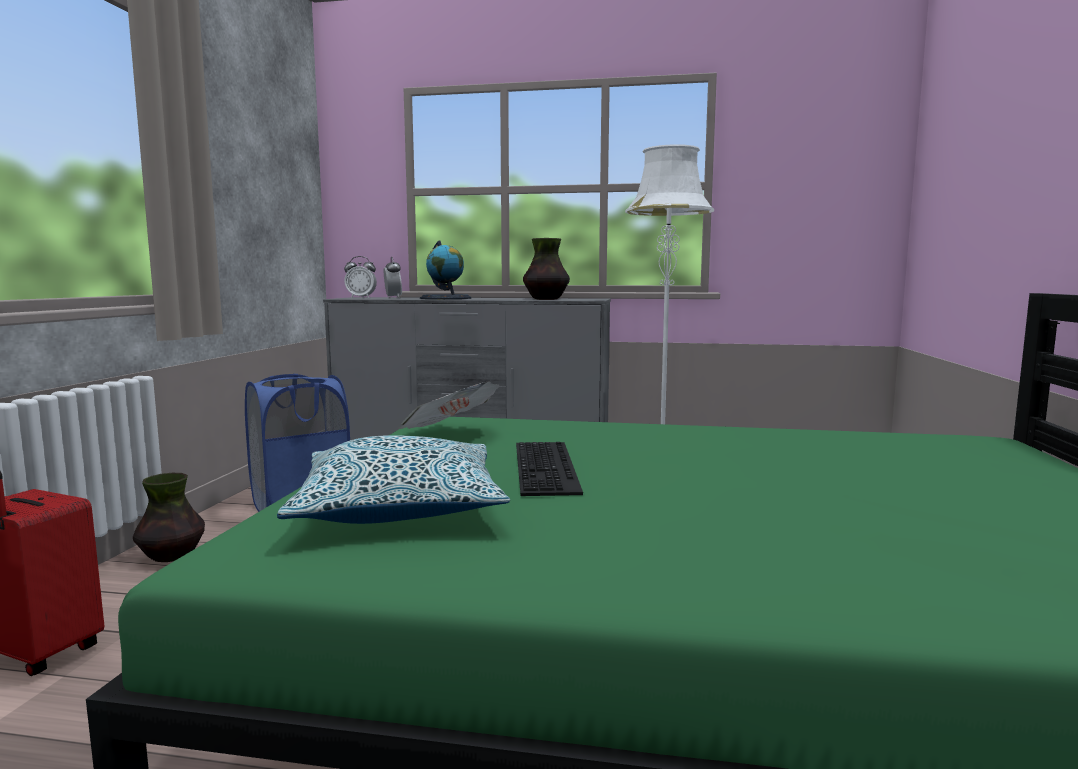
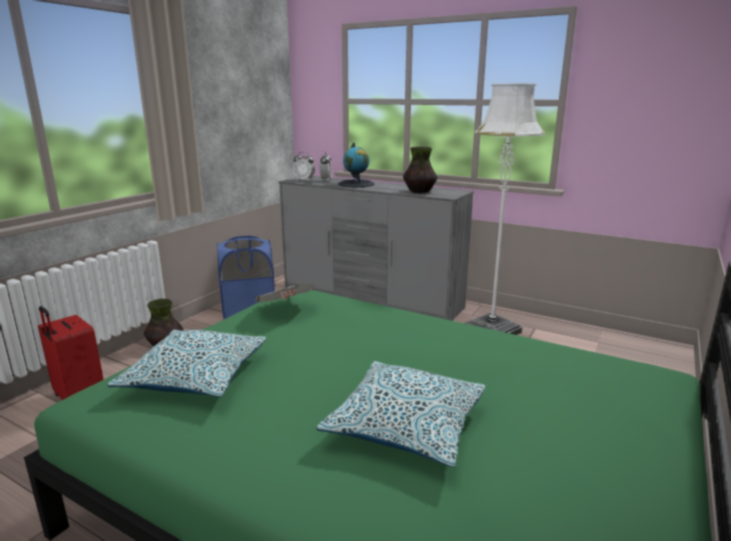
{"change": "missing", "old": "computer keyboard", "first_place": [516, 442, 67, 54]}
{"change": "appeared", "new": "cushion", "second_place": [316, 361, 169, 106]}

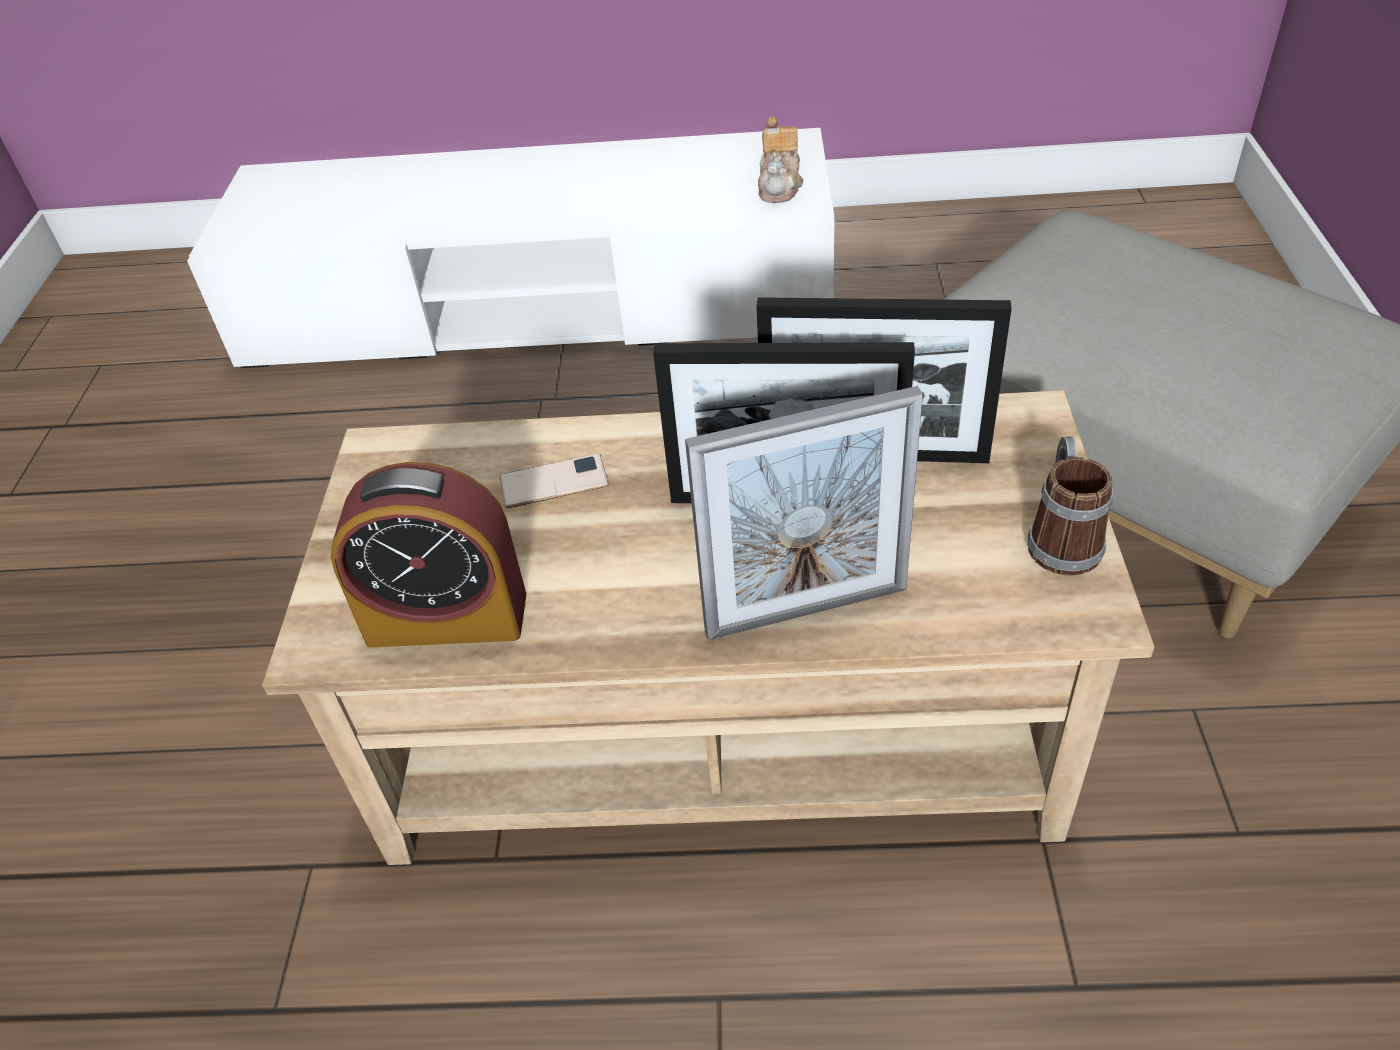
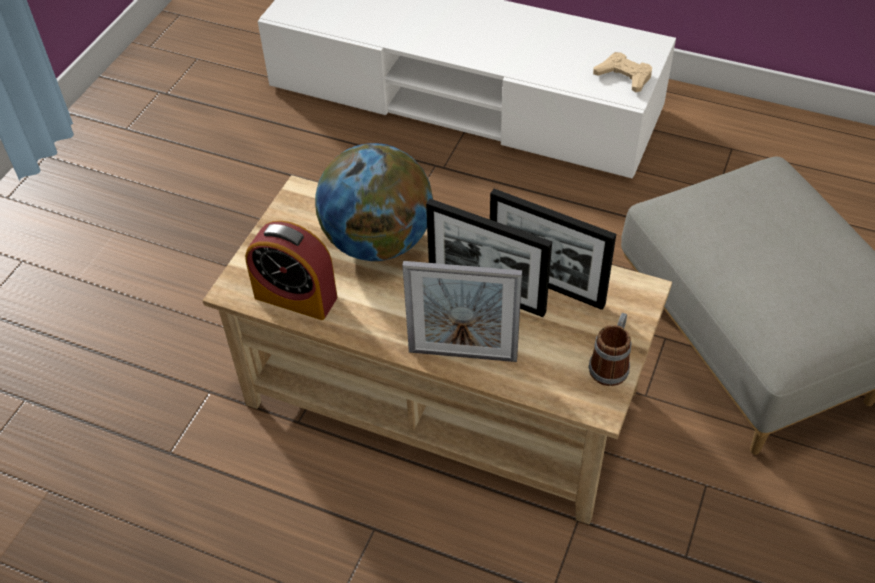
{"change": "exchanged", "old": "telephone", "new": "desk globe", "first_place": [499, 454, 110, 54], "second_place": [315, 143, 118, 118]}
{"change": "exchanged", "old": "tea pot", "new": "gamepad in sand-coloured", "first_place": [758, 117, 45, 86], "second_place": [593, 52, 59, 40]}

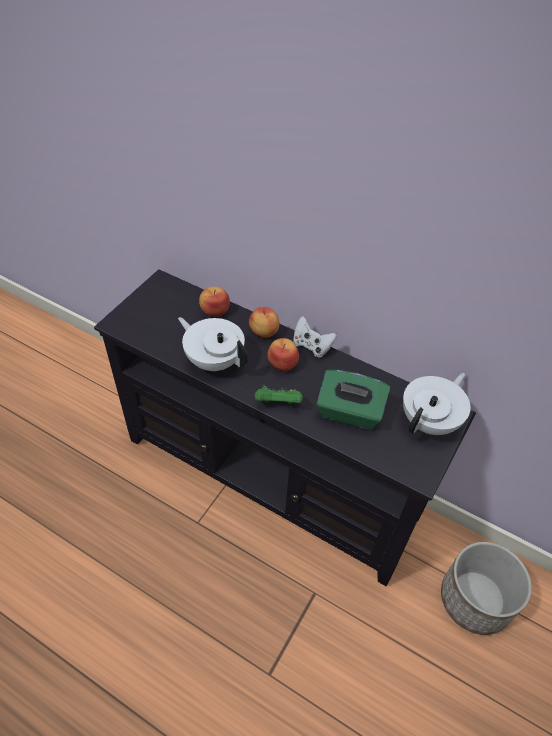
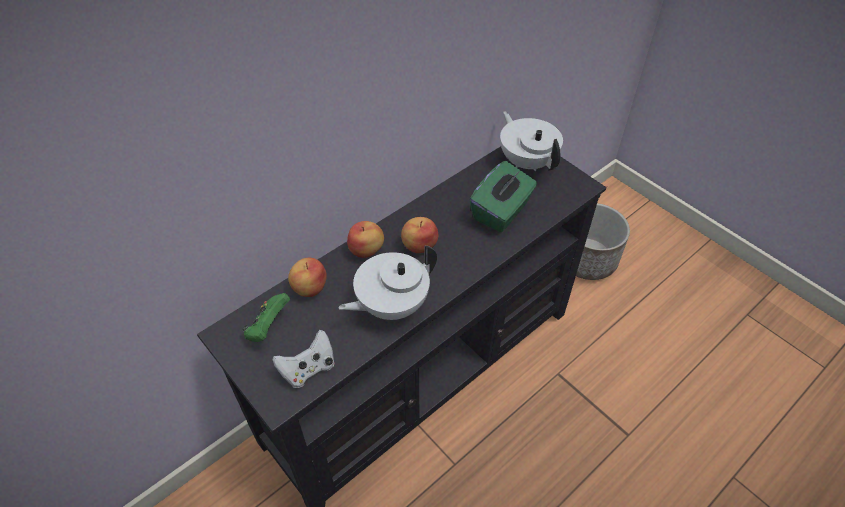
{"change": "relocated", "old": "gamepad in greenish", "first_place": [255, 385, 48, 19], "second_place": [242, 293, 48, 49]}
{"change": "relocated", "old": "gamepad in white", "first_place": [293, 316, 44, 41], "second_place": [273, 330, 62, 58]}

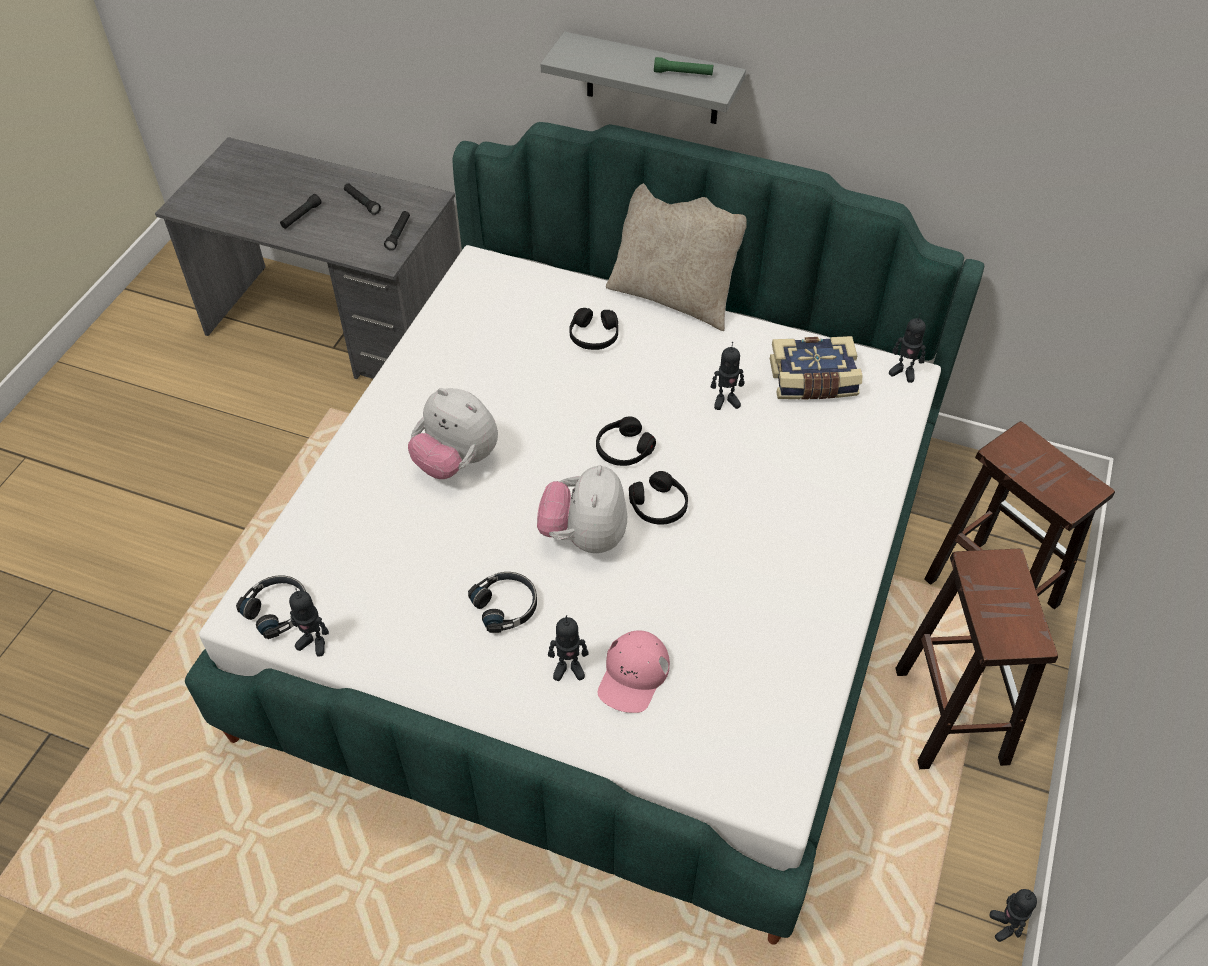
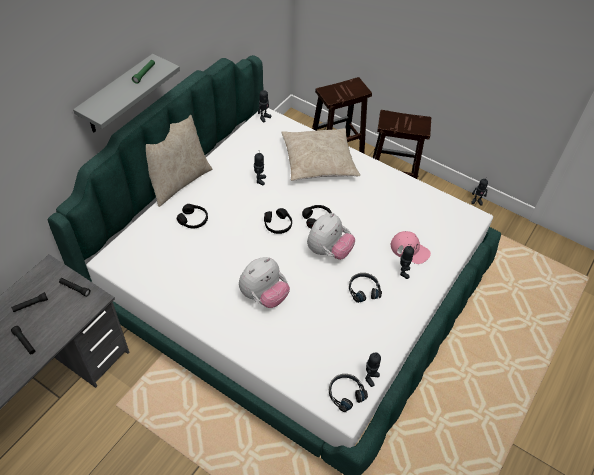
{"change": "missing", "old": "book", "first_place": [770, 336, 93, 63]}
{"change": "appeared", "new": "cushion in sand-coloured", "second_place": [281, 128, 79, 53]}
{"change": "spun", "old": "soft toy", "first_place": [537, 465, 90, 88], "second_place": [307, 213, 48, 47], "degrees": -75}

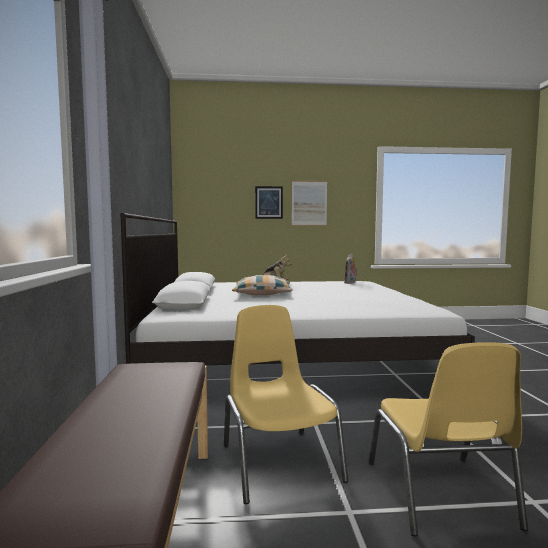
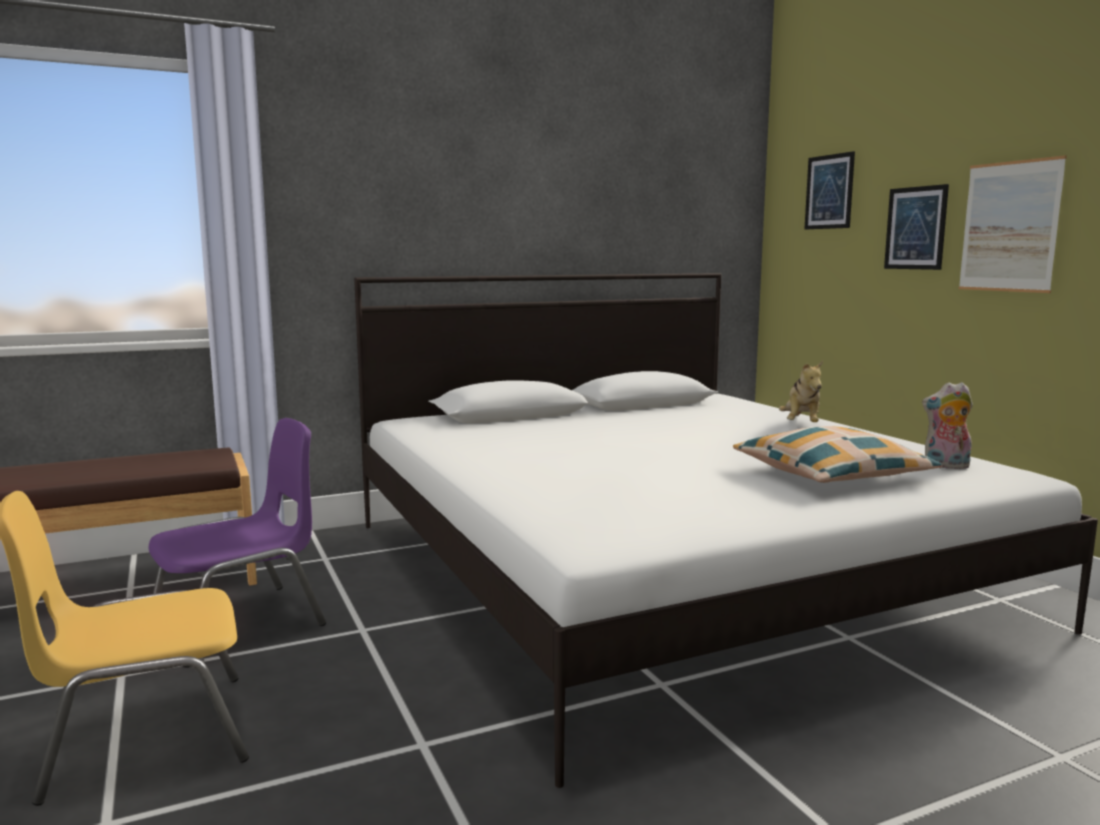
{"change": "appeared", "new": "picture", "second_place": [804, 151, 51, 79]}
{"change": "relocated", "old": "cushion", "first_place": [232, 275, 61, 20], "second_place": [733, 426, 209, 57]}
{"change": "colour", "old": "upright chair in yellow-coloured", "new": "upright chair in purple", "first_place": [224, 305, 124, 199], "second_place": [149, 418, 177, 250]}

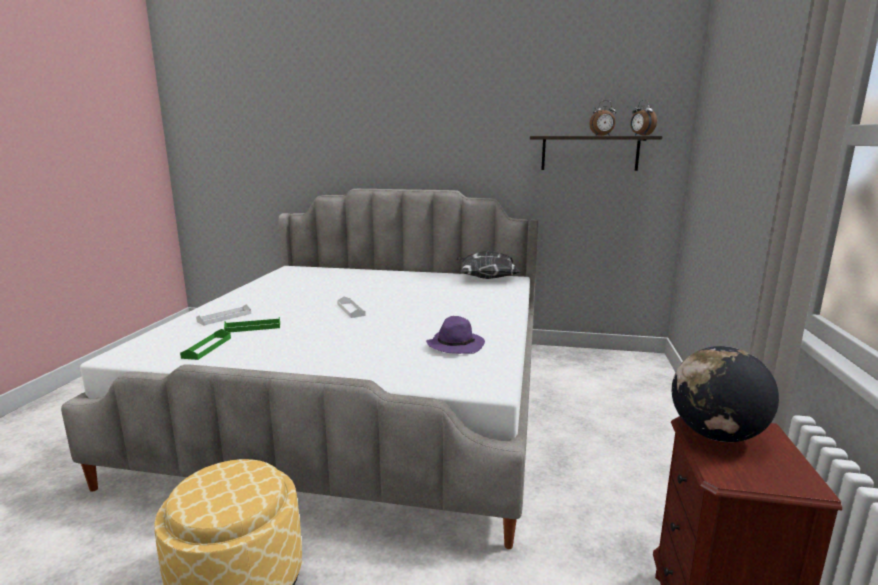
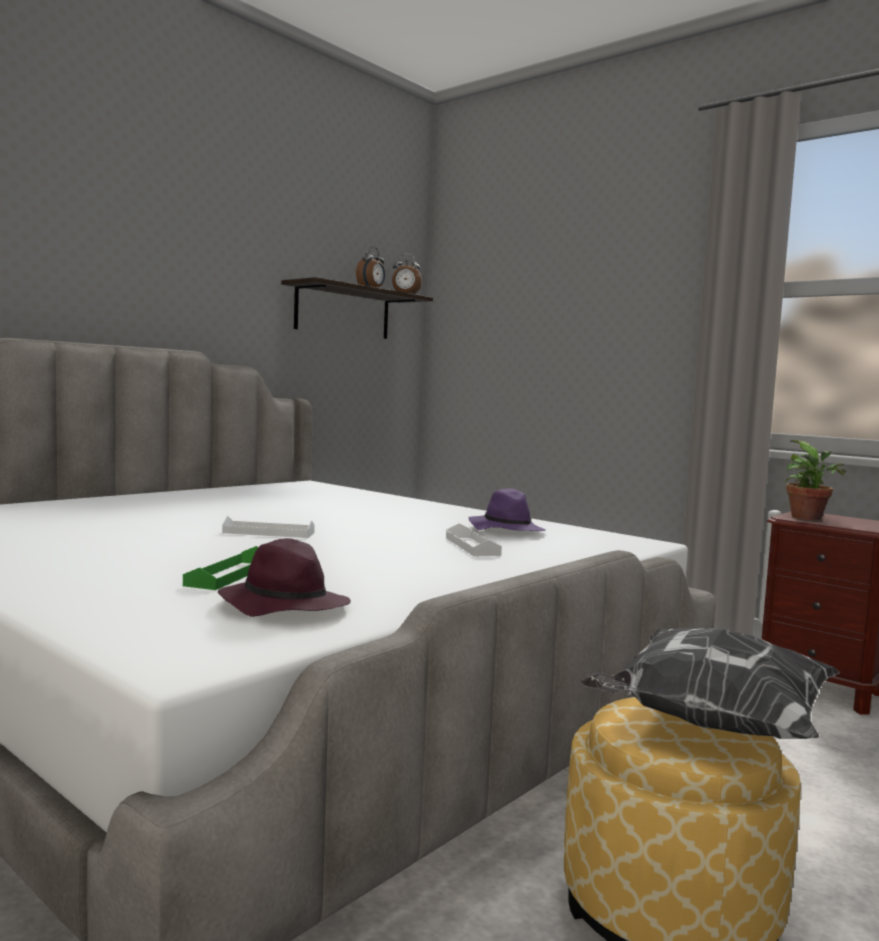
{"change": "relocated", "old": "tray in white", "first_place": [196, 304, 55, 21], "second_place": [446, 523, 56, 33]}
{"change": "relocated", "old": "cushion", "first_place": [456, 250, 65, 29], "second_place": [581, 627, 259, 112]}
{"change": "exchanged", "old": "tray in greenish", "new": "hat in purple", "first_place": [180, 329, 51, 31], "second_place": [218, 538, 133, 79]}
{"change": "exchanged", "old": "desk globe", "new": "potted plant", "first_place": [672, 346, 107, 96], "second_place": [783, 440, 63, 80]}

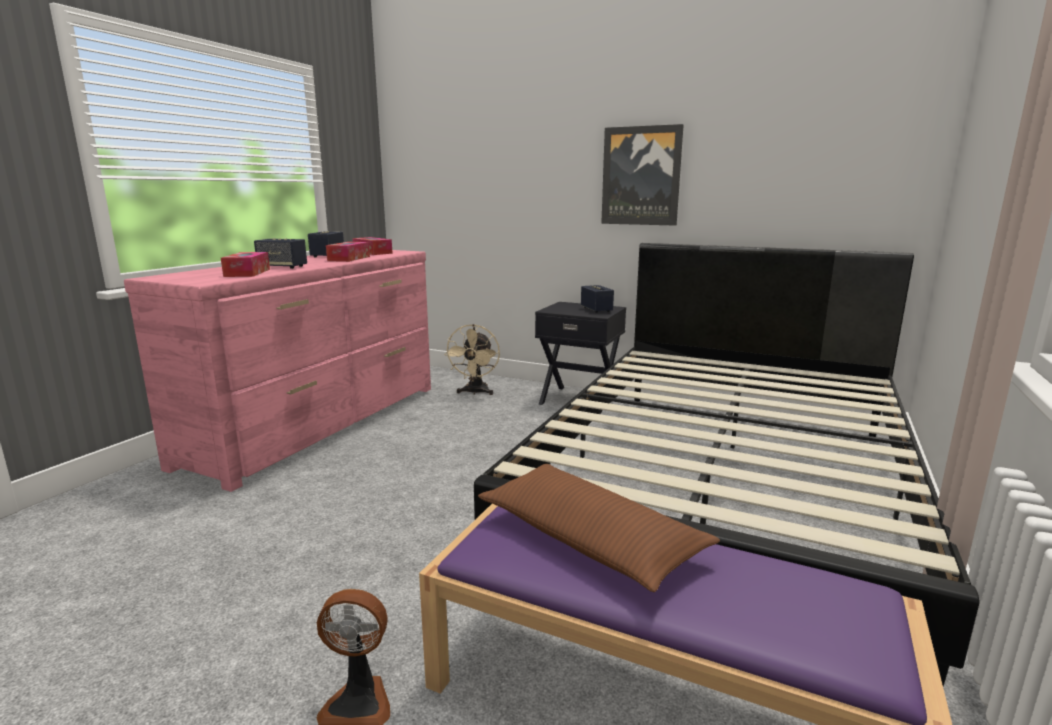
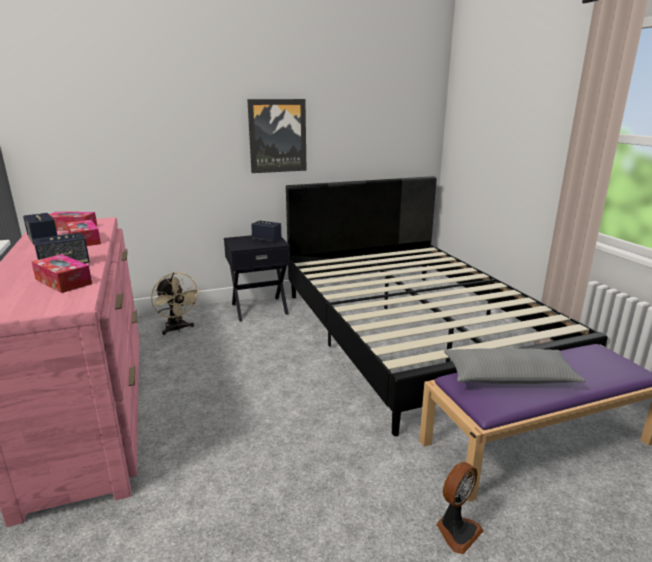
{"change": "colour", "old": "cushion in brownish", "new": "cushion in greyish", "first_place": [478, 464, 242, 128], "second_place": [444, 348, 142, 36]}

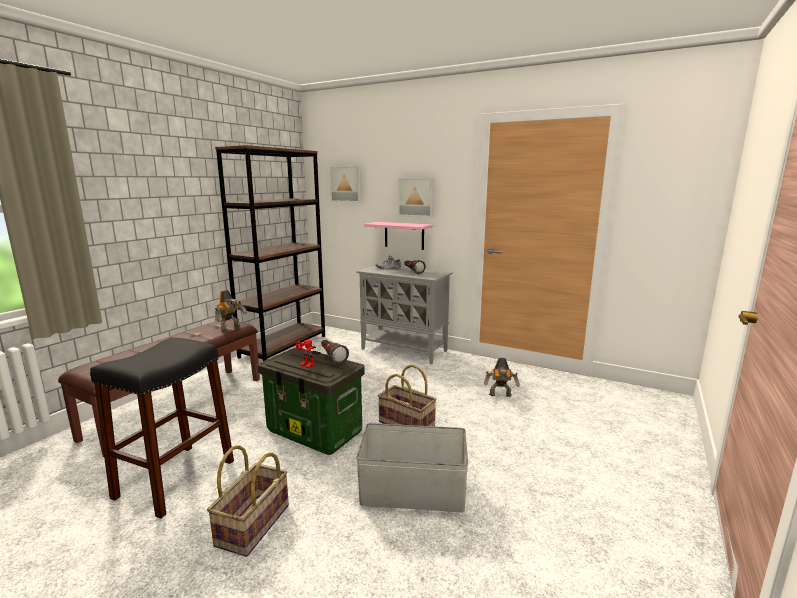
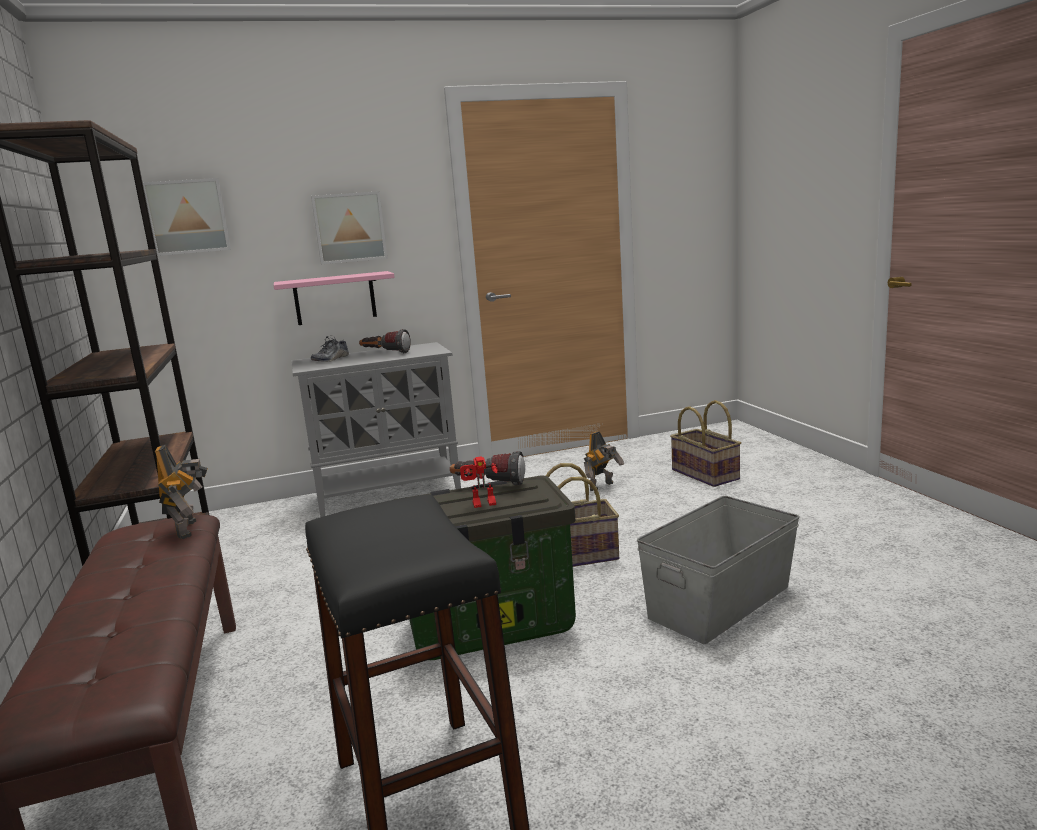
{"change": "relocated", "old": "storage basket", "first_place": [207, 445, 82, 112], "second_place": [670, 400, 71, 87]}

